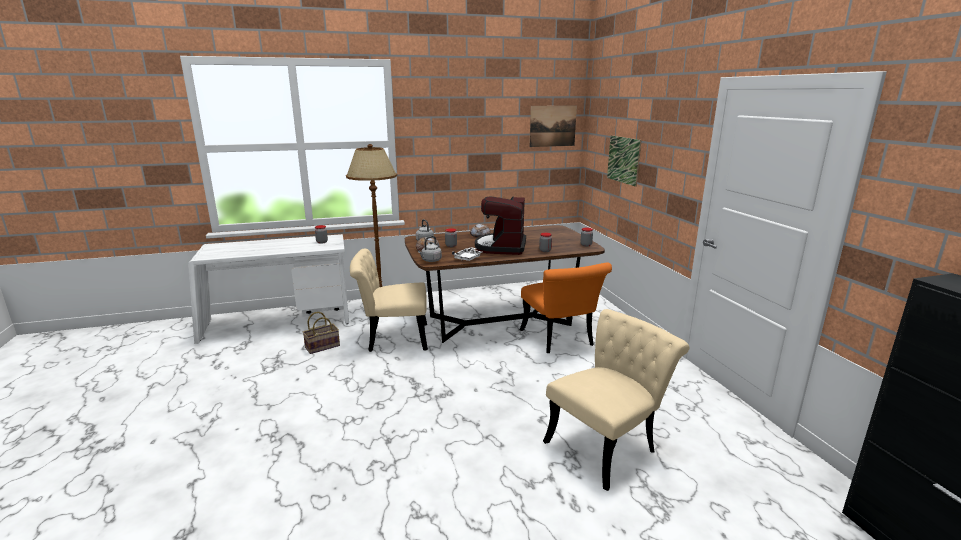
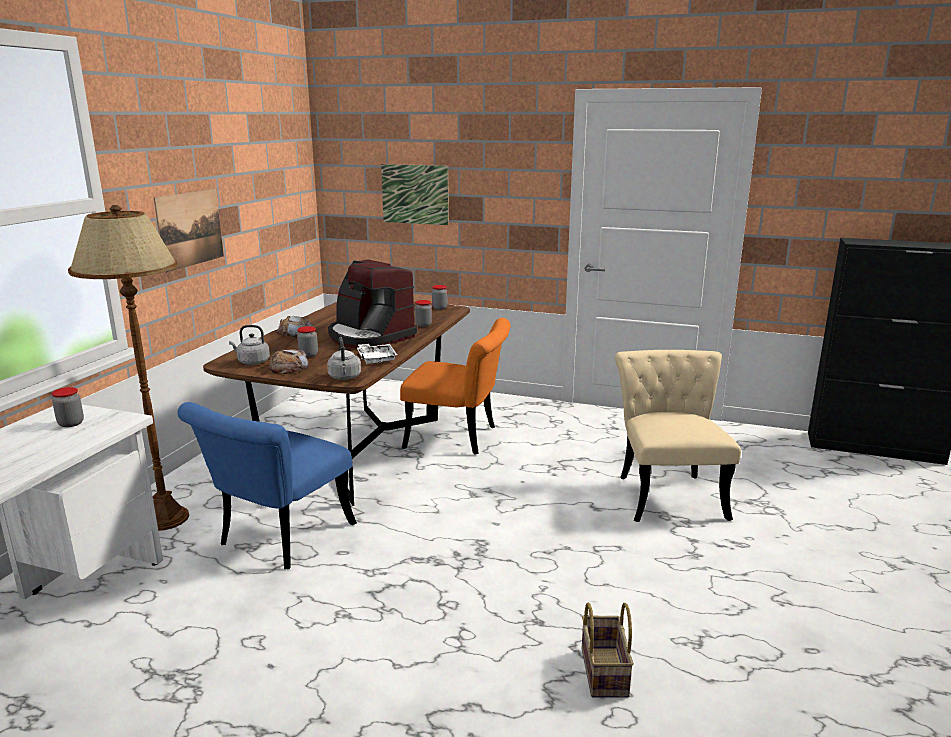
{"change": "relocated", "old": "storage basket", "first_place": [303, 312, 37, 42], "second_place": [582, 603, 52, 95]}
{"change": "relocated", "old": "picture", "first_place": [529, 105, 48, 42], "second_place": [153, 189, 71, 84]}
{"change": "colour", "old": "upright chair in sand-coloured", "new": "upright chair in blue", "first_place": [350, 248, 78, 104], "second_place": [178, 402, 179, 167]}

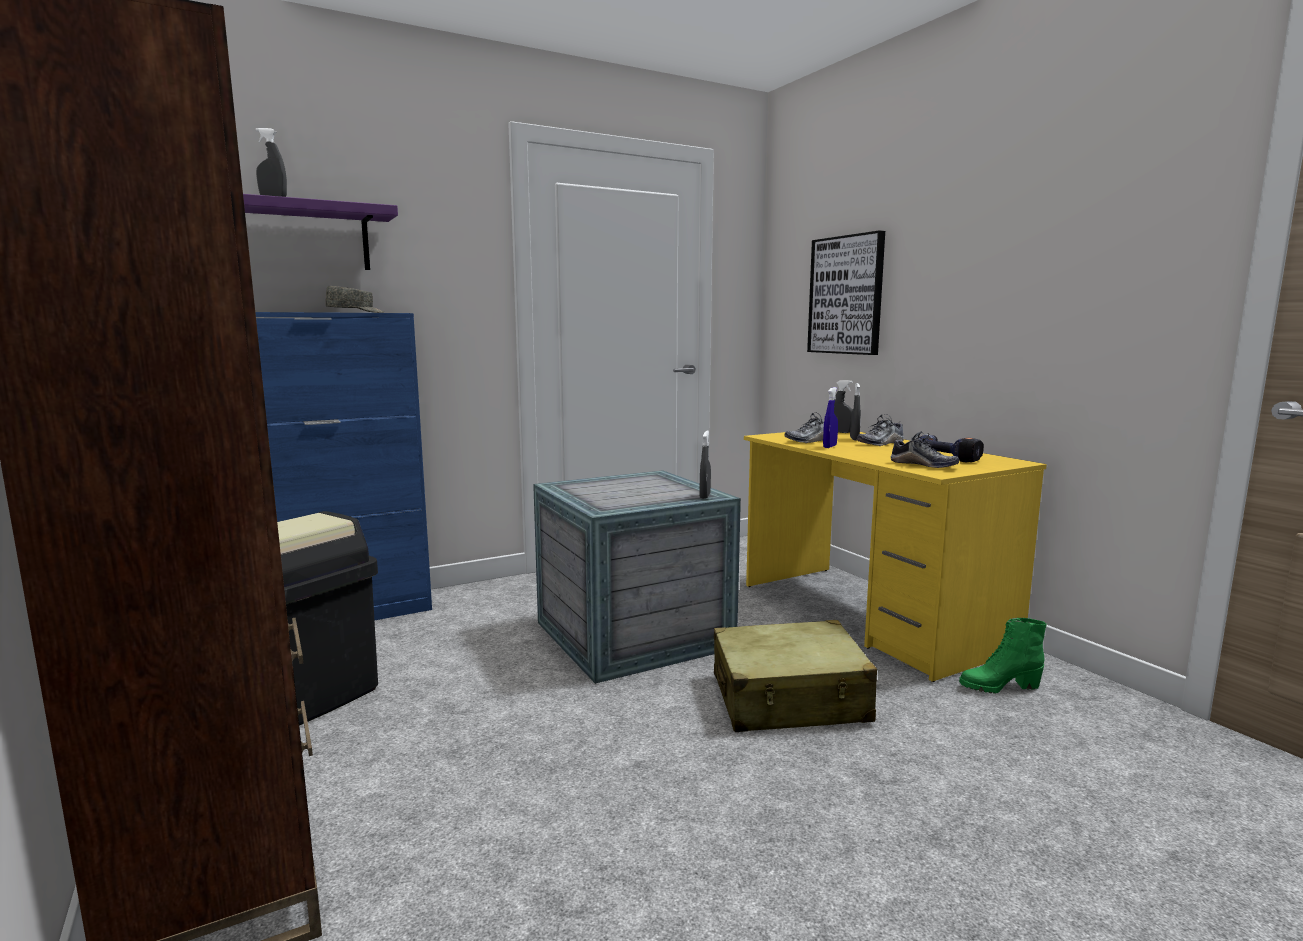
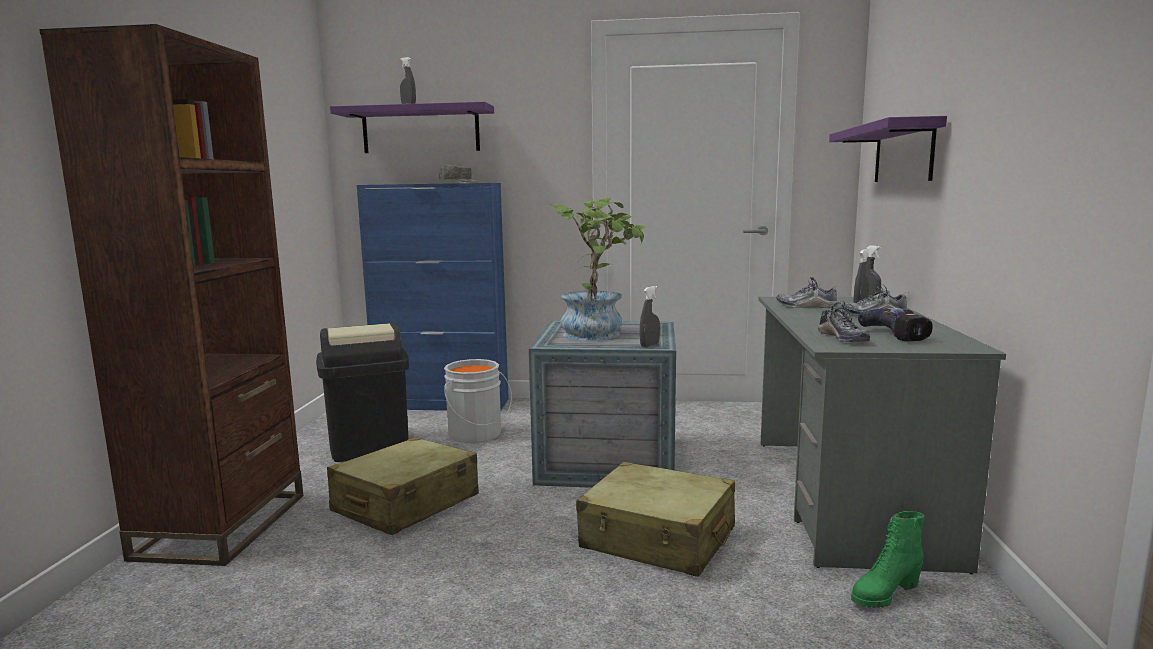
{"change": "missing", "old": "sprayer in blue", "first_place": [823, 387, 15, 61]}
{"change": "appeared", "new": "piece of luggage in sand-coloured", "second_place": [327, 437, 152, 98]}
{"change": "appeared", "new": "water bucket in greyish", "second_place": [444, 359, 68, 84]}
{"change": "appeared", "new": "potted plant", "second_place": [550, 197, 98, 143]}
{"change": "exchanged", "old": "picture", "new": "wall shelf in purple", "first_place": [807, 230, 78, 125], "second_place": [829, 116, 118, 66]}
{"change": "colour", "old": "desk in yellow-coloured", "new": "desk in greyish", "first_place": [744, 432, 303, 250], "second_place": [758, 297, 248, 277]}
{"change": "spun", "old": "tall boot in greenish", "first_place": [959, 618, 88, 75], "second_place": [851, 511, 73, 97], "degrees": -60}

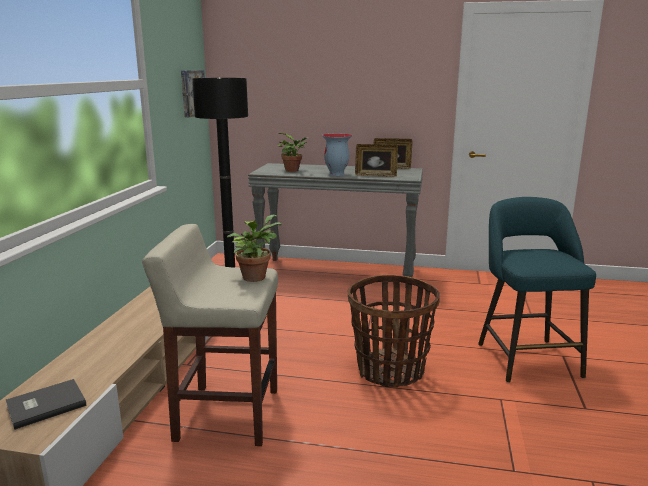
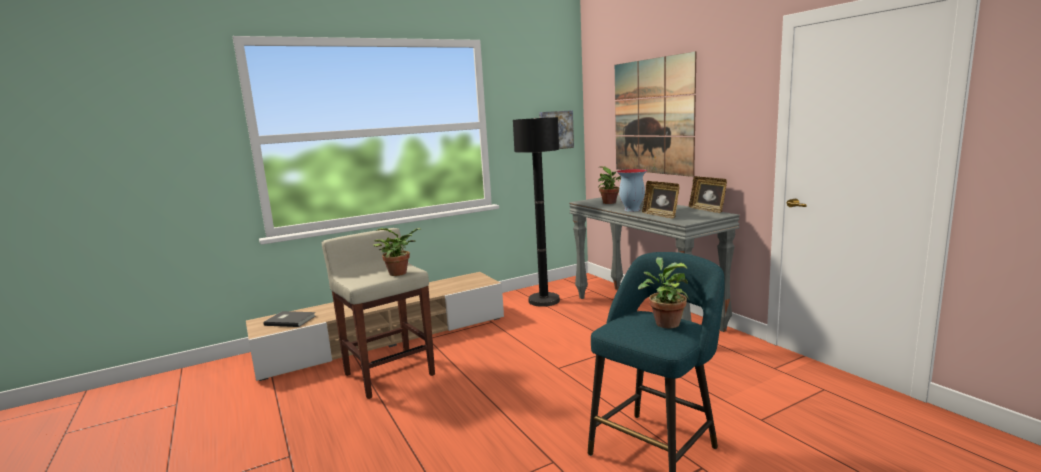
{"change": "missing", "old": "storage basket", "first_place": [348, 275, 92, 112]}
{"change": "appeared", "new": "picture", "second_place": [615, 51, 81, 126]}
{"change": "appeared", "new": "potted plant", "second_place": [638, 257, 51, 71]}

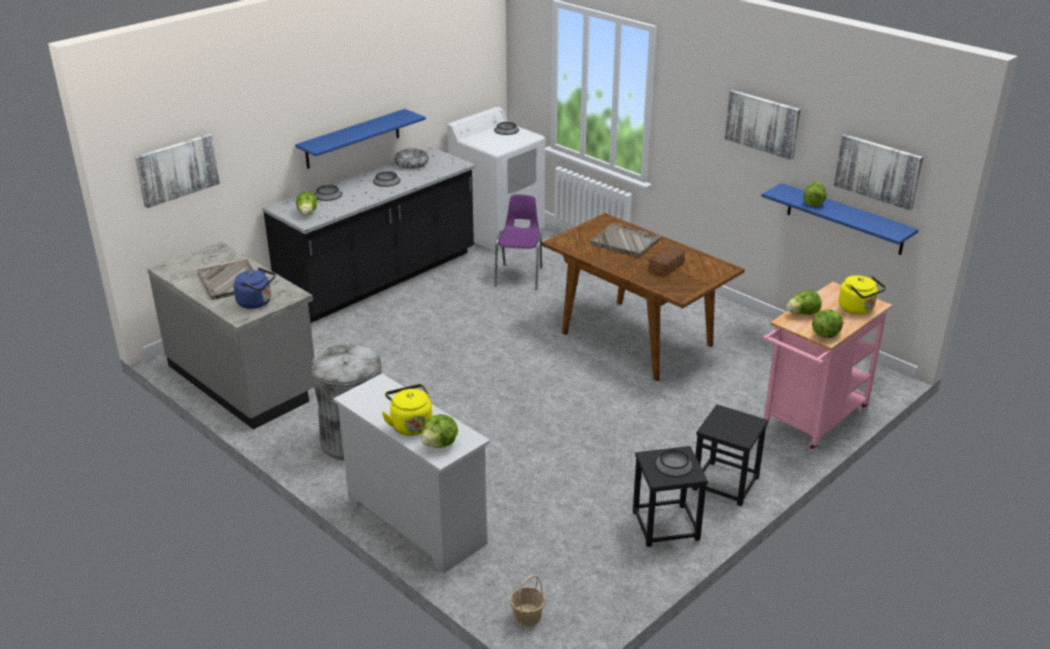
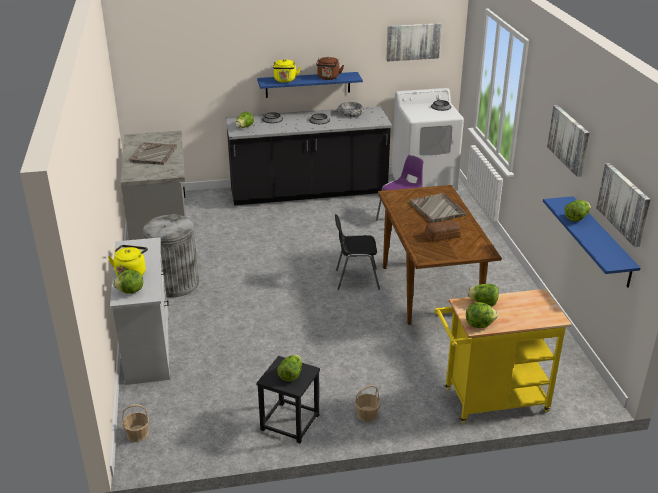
{"change": "missing", "old": "tea kettle in blue", "first_place": [233, 267, 43, 42]}
{"change": "appeared", "new": "tea kettle in brownish", "second_place": [316, 57, 28, 23]}
{"change": "appeared", "new": "upright chair in black", "second_place": [335, 214, 45, 76]}
{"change": "relocated", "old": "picture", "first_place": [135, 134, 85, 74], "second_place": [386, 23, 56, 39]}
{"change": "relocated", "old": "tea kettle in yellow-coloured", "first_place": [839, 275, 47, 40], "second_place": [273, 59, 28, 24]}
{"change": "exchanged", "old": "serving bowl", "new": "lettuce head", "first_place": [655, 450, 38, 27], "second_place": [277, 354, 25, 28]}
{"change": "exchanged", "old": "stool seat in black", "new": "storage basket", "first_place": [692, 404, 76, 102], "second_place": [355, 385, 26, 37]}
{"change": "colour", "old": "wheeled cart in pink-coloured", "new": "wheeled cart in yellow-coloured", "first_place": [763, 282, 129, 169], "second_place": [434, 289, 138, 134]}

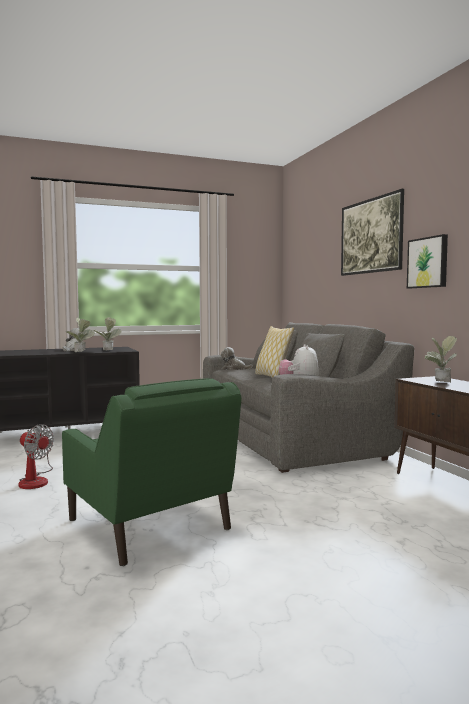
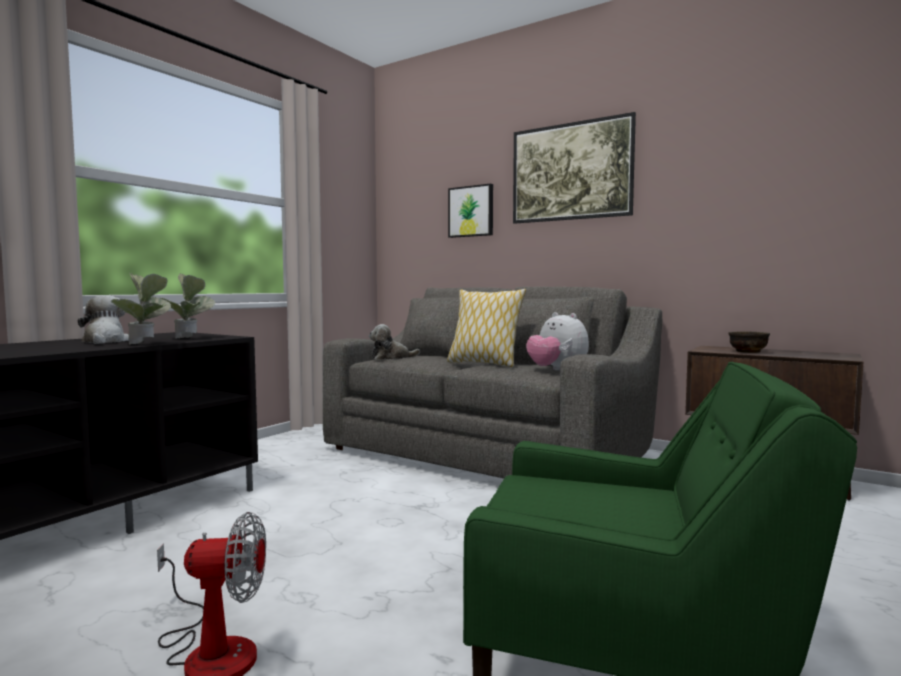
{"change": "relocated", "old": "picture", "first_place": [407, 234, 41, 54], "second_place": [448, 184, 45, 54]}
{"change": "exchanged", "old": "potted plant", "new": "serving bowl in brownish", "first_place": [425, 336, 32, 47], "second_place": [728, 331, 42, 22]}

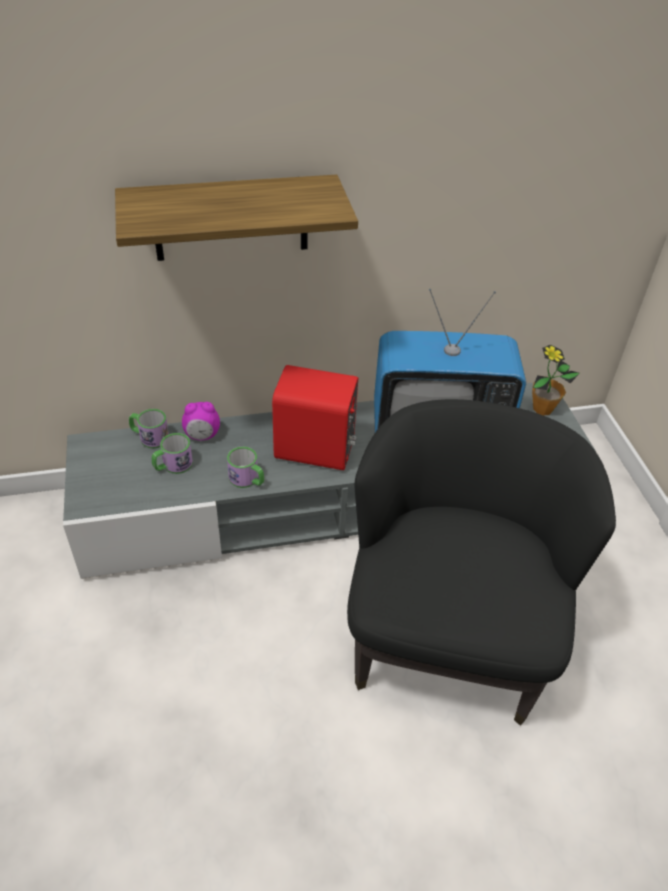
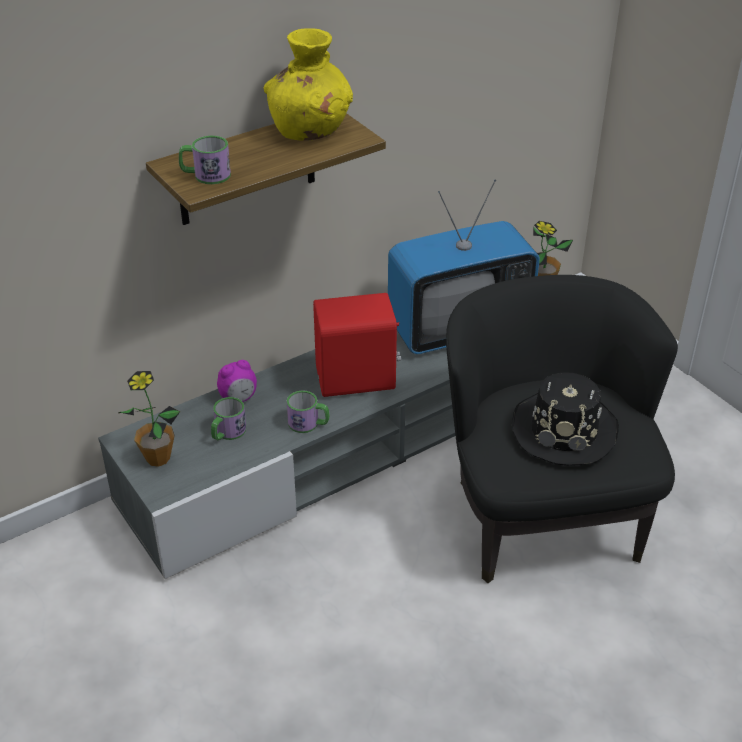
{"change": "appeared", "new": "potted plant", "second_place": [118, 371, 62, 96]}
{"change": "appeared", "new": "vase in yellow-coloured", "second_place": [264, 28, 89, 113]}
{"change": "appeared", "new": "hat in black", "second_place": [512, 372, 107, 94]}
{"change": "relocated", "old": "mug", "first_place": [129, 409, 40, 39], "second_place": [179, 136, 52, 48]}

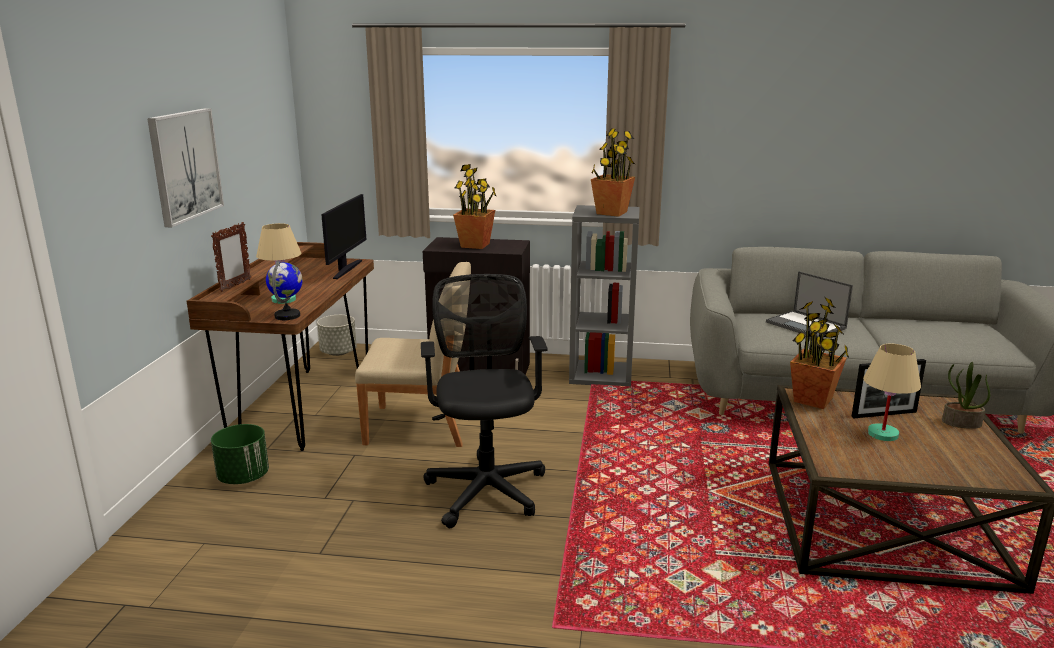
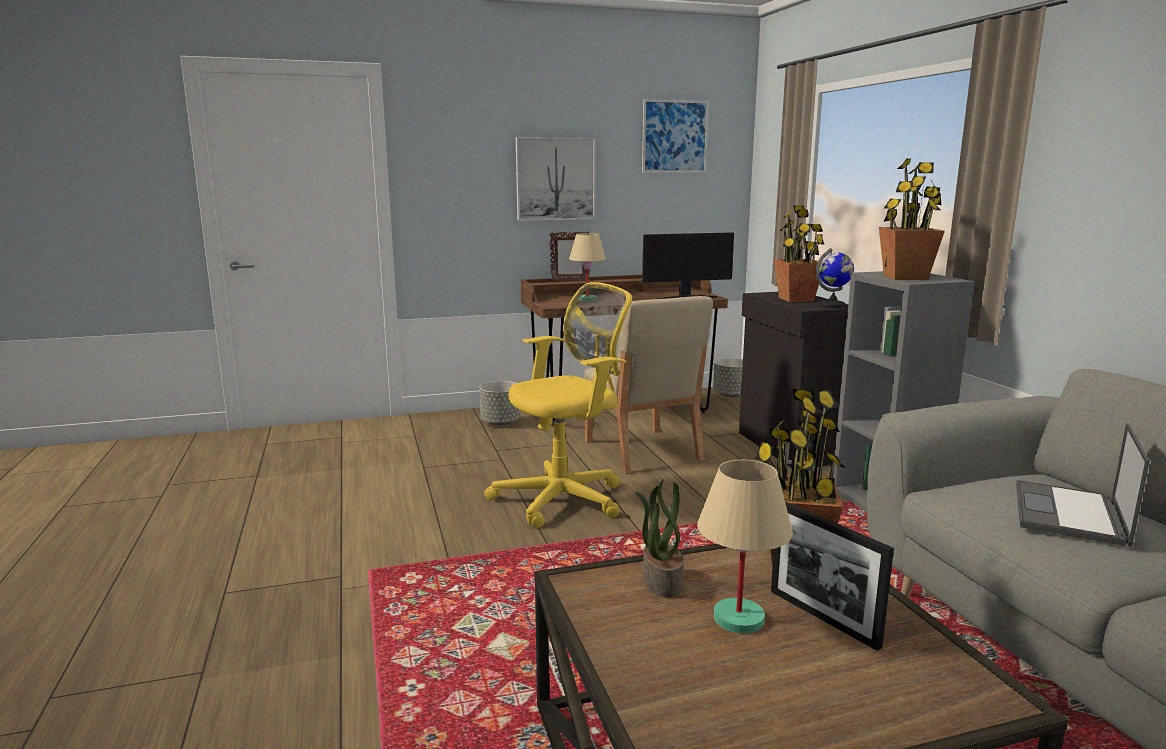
{"change": "appeared", "new": "picture", "second_place": [642, 99, 67, 74]}
{"change": "relocated", "old": "desk globe", "first_place": [266, 261, 37, 59], "second_place": [816, 248, 38, 60]}
{"change": "relocated", "old": "potted plant", "first_place": [942, 362, 48, 67], "second_place": [635, 479, 49, 119]}
{"change": "colour", "old": "plant pot in greenish", "new": "plant pot in greyish", "first_place": [211, 424, 58, 60], "second_place": [480, 381, 41, 44]}
{"change": "colour", "old": "computer chair in black", "new": "computer chair in yellow-coloured", "first_place": [421, 274, 127, 254], "second_place": [484, 282, 148, 246]}

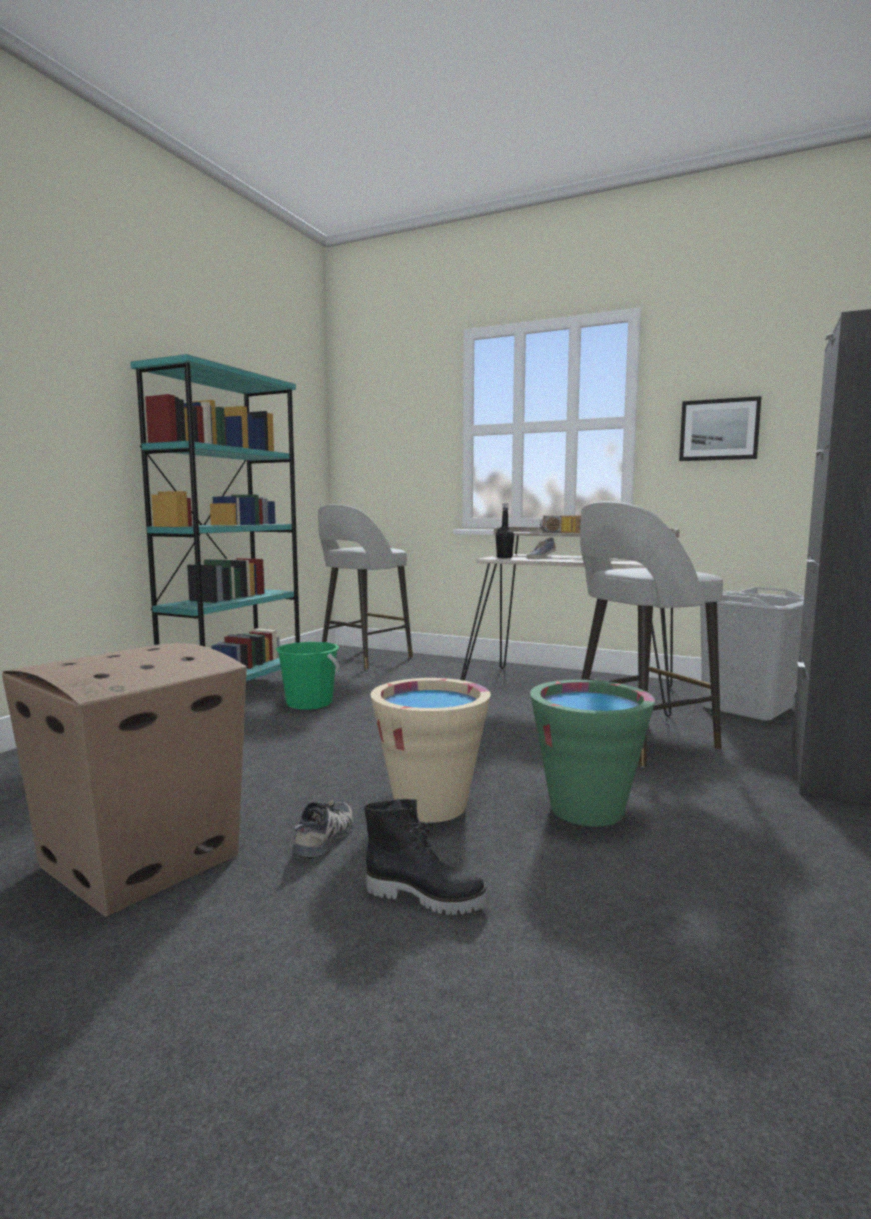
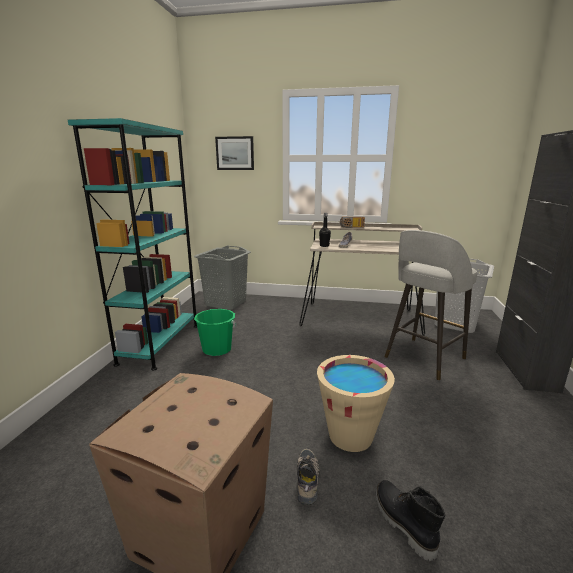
{"change": "missing", "old": "water bucket in greenish", "first_place": [530, 680, 125, 146]}
{"change": "relocated", "old": "picture", "first_place": [679, 396, 83, 65], "second_place": [215, 136, 39, 34]}
{"change": "exchanged", "old": "stool seat in greyish", "new": "laundry basket in greyish", "first_place": [318, 504, 95, 166], "second_place": [194, 245, 57, 65]}
{"change": "spun", "old": "tall boot in black", "first_place": [364, 799, 125, 116], "second_place": [376, 480, 69, 81], "degrees": -120}

